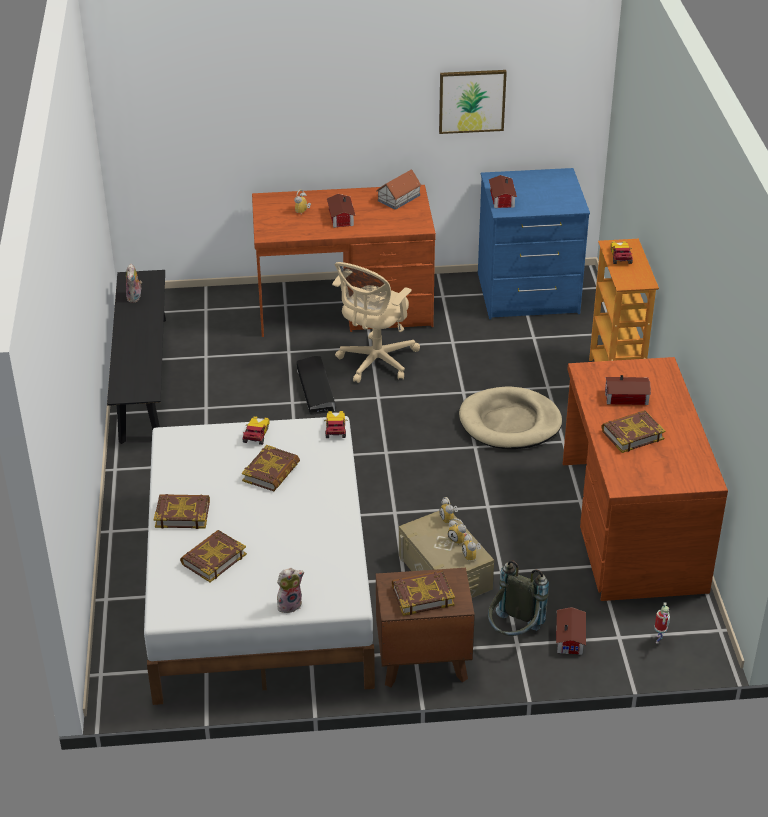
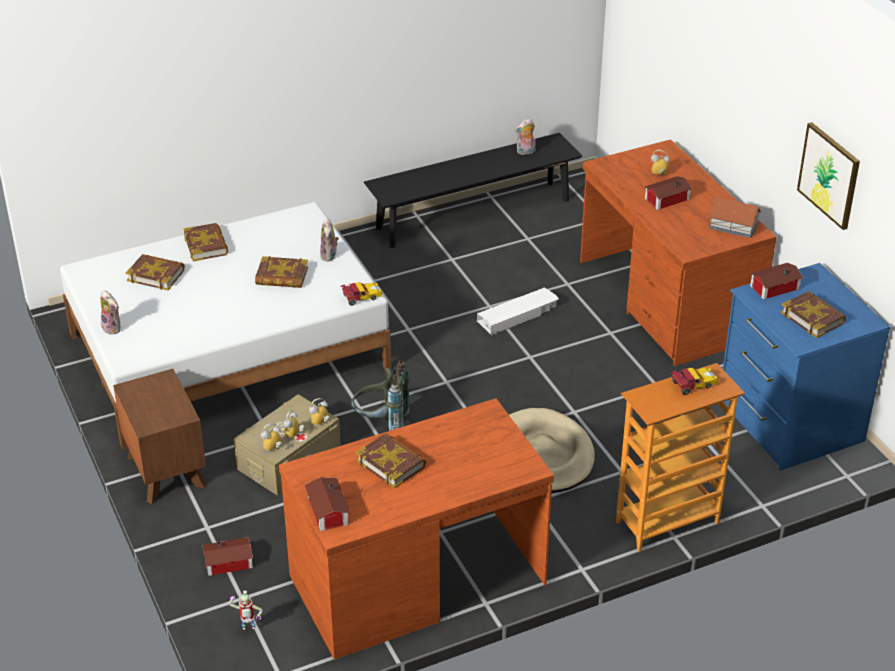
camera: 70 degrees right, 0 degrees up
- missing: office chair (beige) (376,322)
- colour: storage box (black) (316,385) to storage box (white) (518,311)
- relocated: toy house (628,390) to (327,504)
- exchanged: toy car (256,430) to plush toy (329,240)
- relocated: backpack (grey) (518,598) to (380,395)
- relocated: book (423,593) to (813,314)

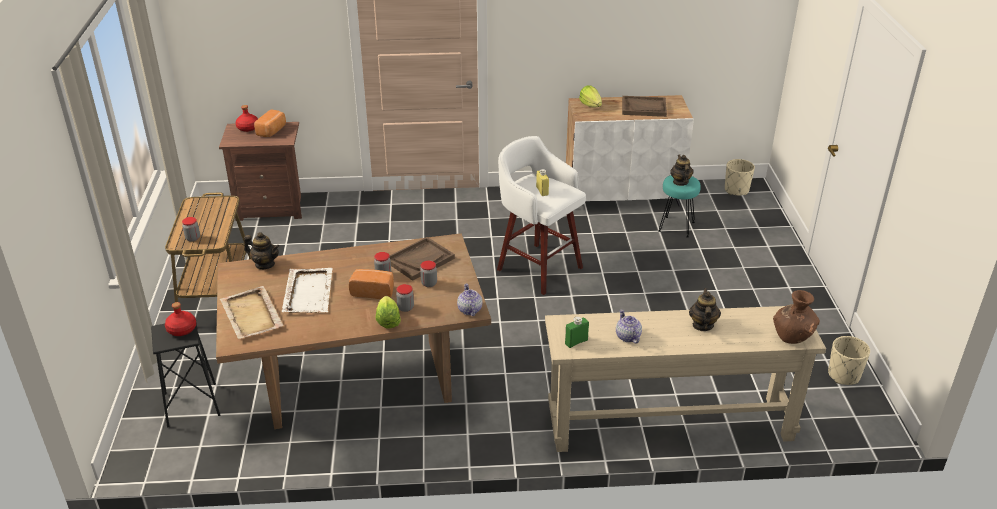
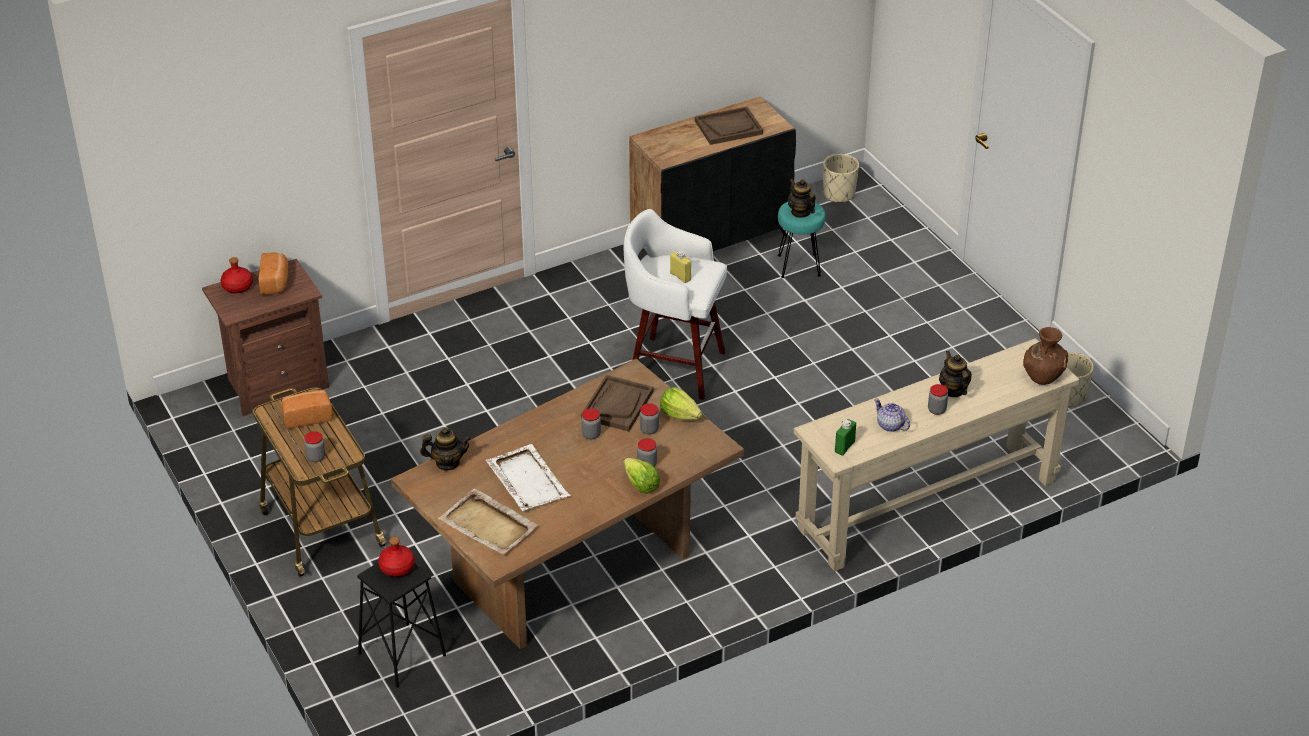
camera: 25 degrees left, 5 degrees up
- relocated: lettuce (590,96) to (681,403)
- colour: cabinet (white) (630,151) to cabinet (black) (712,173)
- relocated: bread (371,284) to (307,409)
- missing: teapot (469,299)
- appeared: jar (938,399)

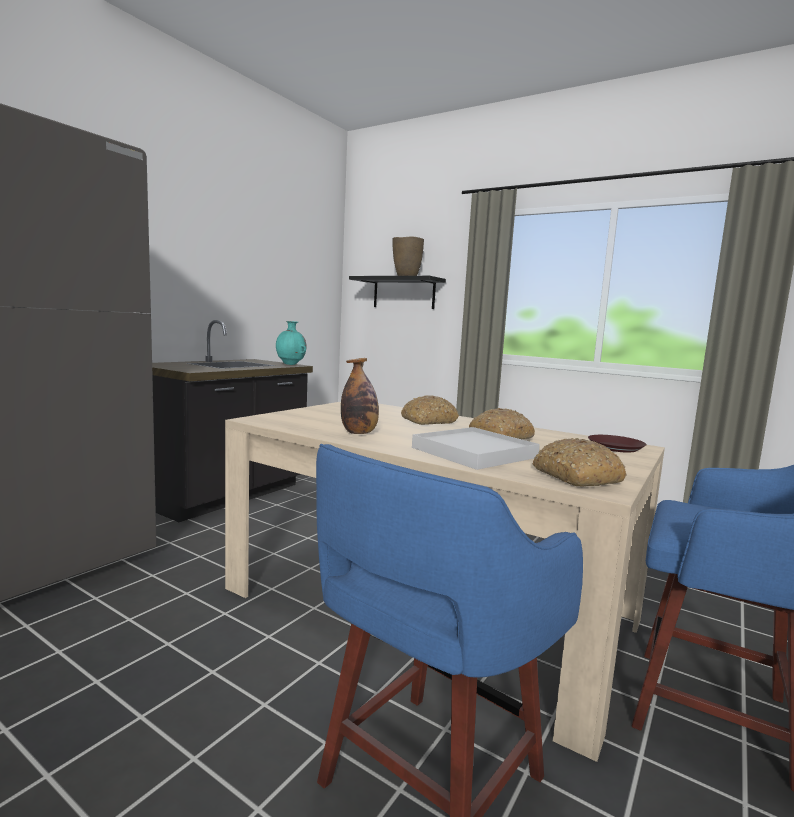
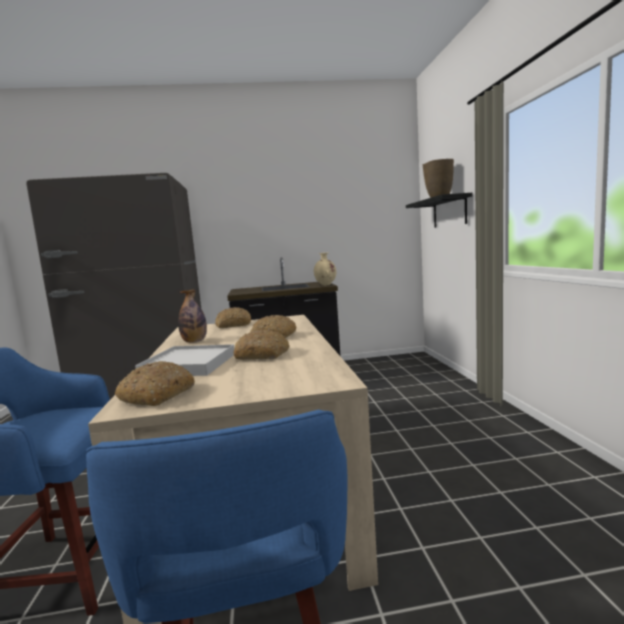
camera: 50 degrees right, 0 degrees up
- colour: vase (turquoise) (291,343) to vase (beige) (325,269)
- missing: plate (brown) (617,444)
- appeared: bread (233,317)

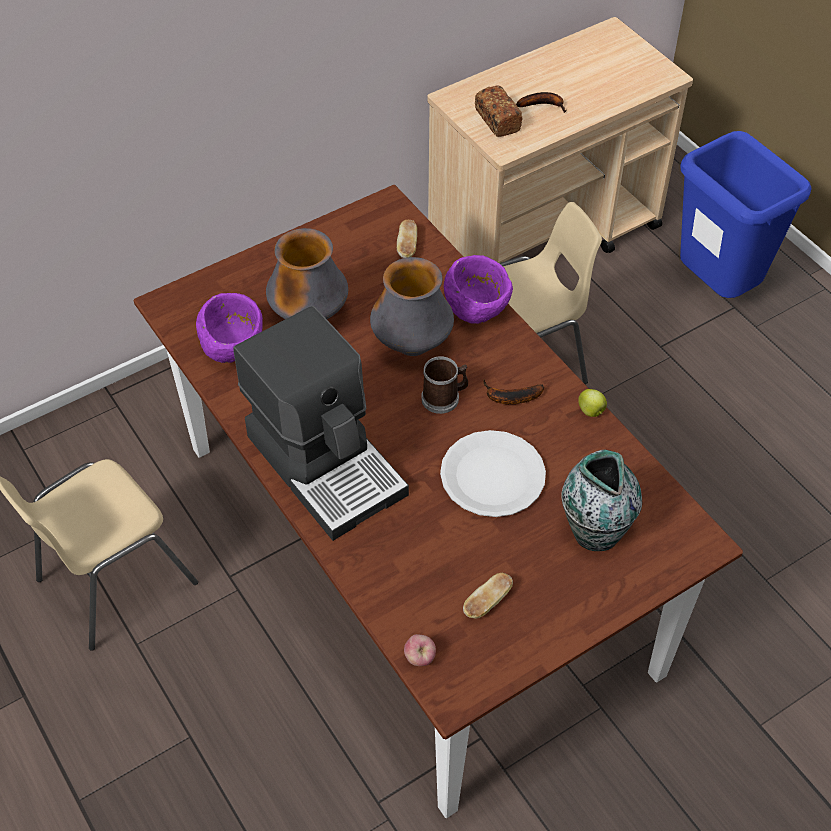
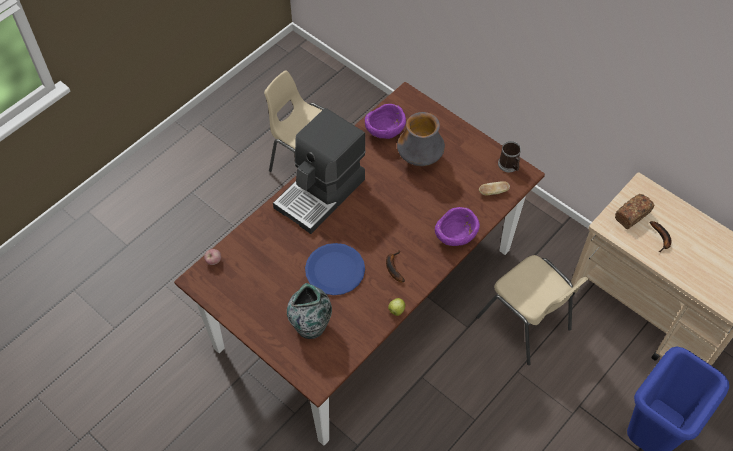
camera: 75 degrees right, 5 degrees up
- missing: vase (412,306)
- relocated: mug (444,385) to (509,156)
- colour: plate (white) (493,473) to plate (blue) (335,269)
- missing: bread (488,596)

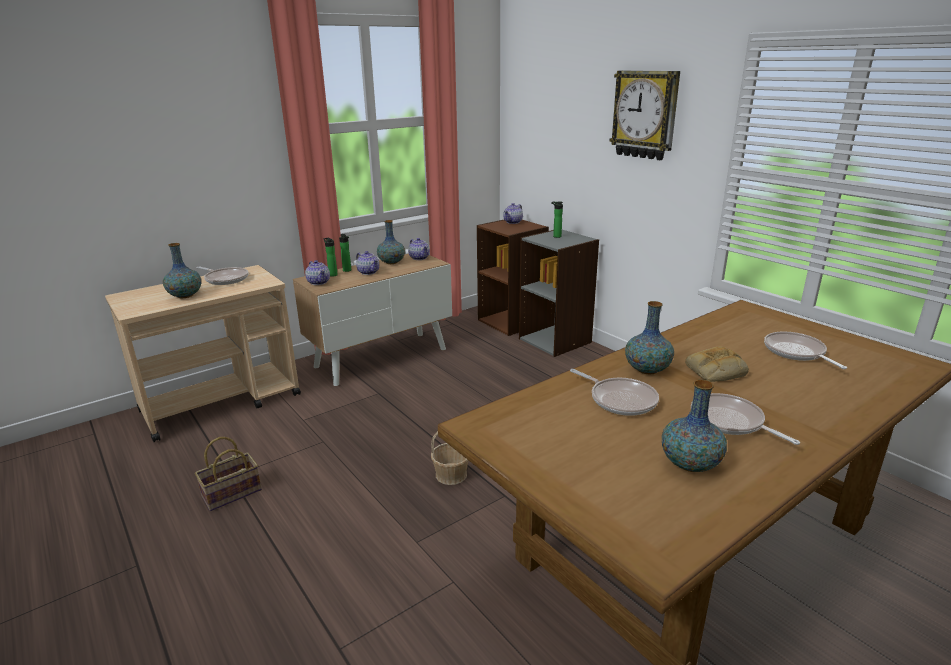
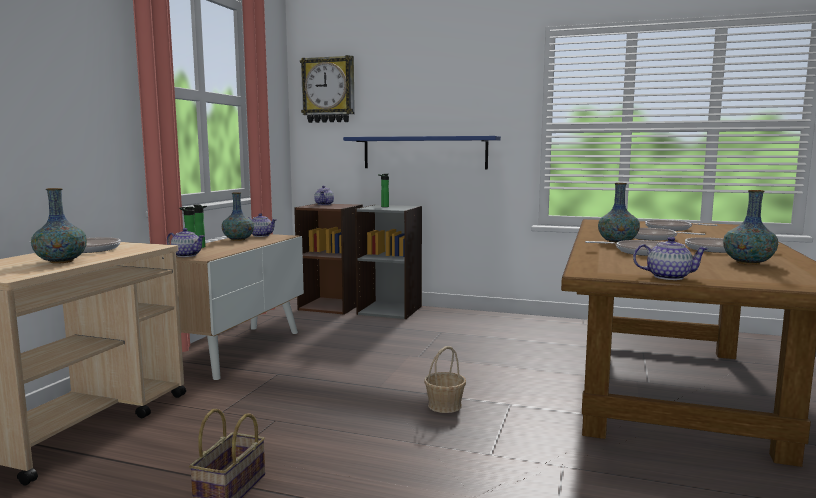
camera: 35 degrees left, 15 degrees down
- relocated: wall clock (644,115) to (327,89)
- relocated: teapot (367,263) to (671,258)
- exchanged: bread (717,364) to frying pan (670,234)
- appeared: shelf (blue) (422,152)

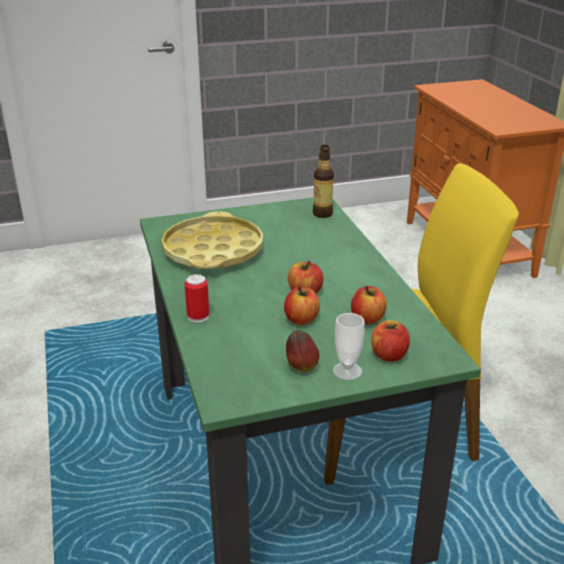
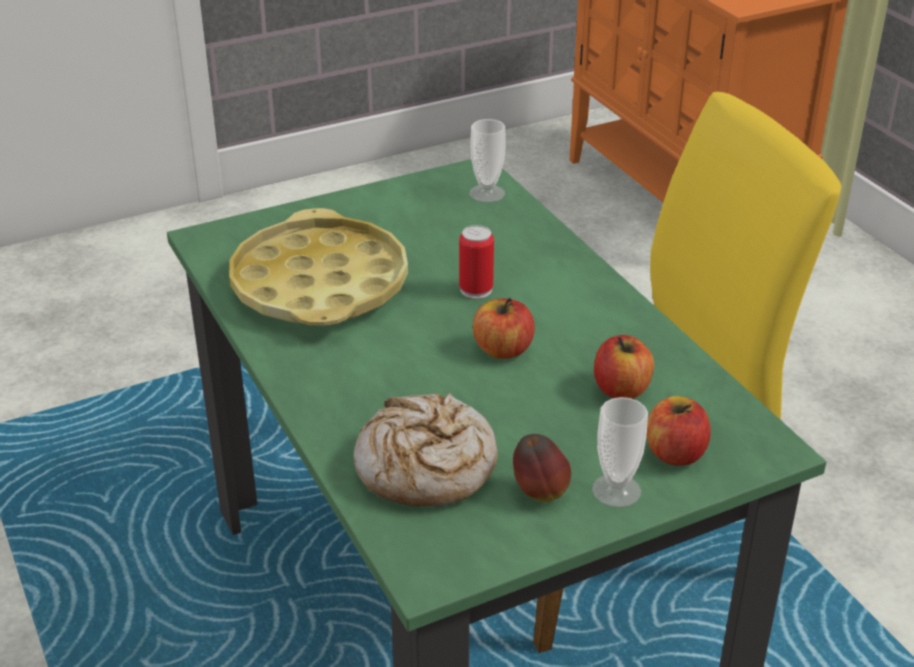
camera: 10 degrees left, 5 degrees up
- exchanged: bottle (323,181) to cup (488,161)
- relocated: can (197,298) to (476,262)
- missing: apple (302,305)
- appeared: bread (425,450)

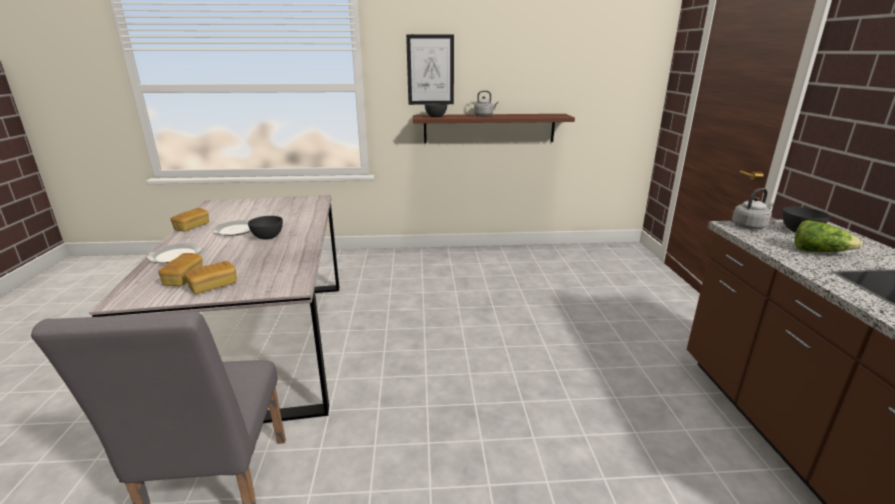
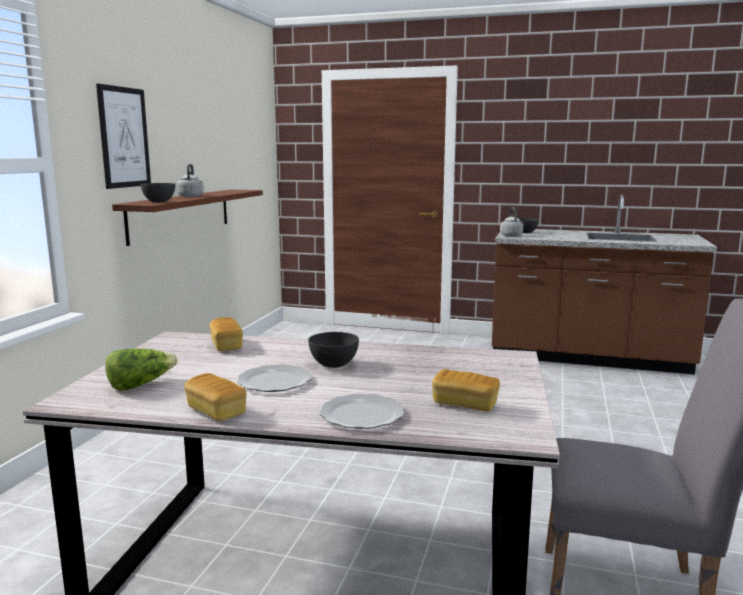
camera: 70 degrees left, 10 degrees down
- relocated: lettuce (828,236) to (142,369)
- relocated: bread (211,277) to (226,334)

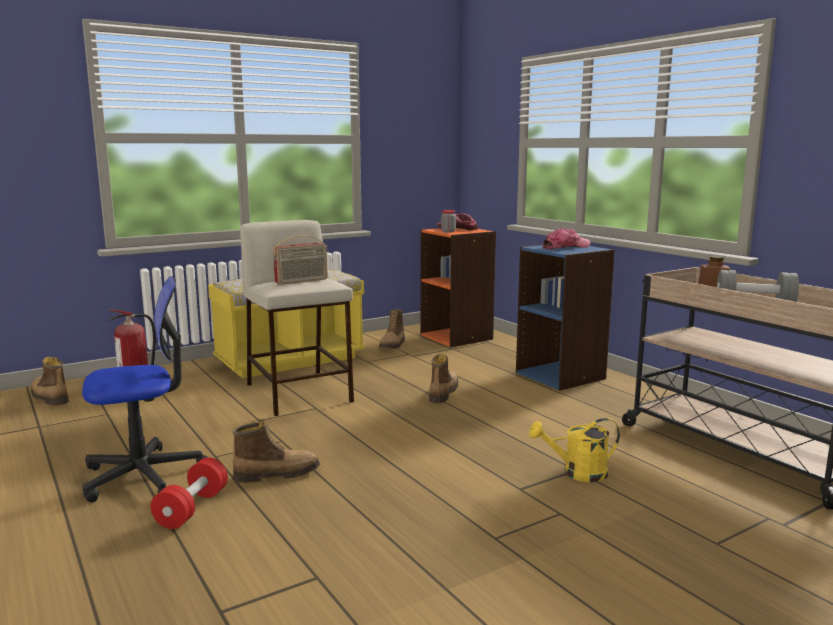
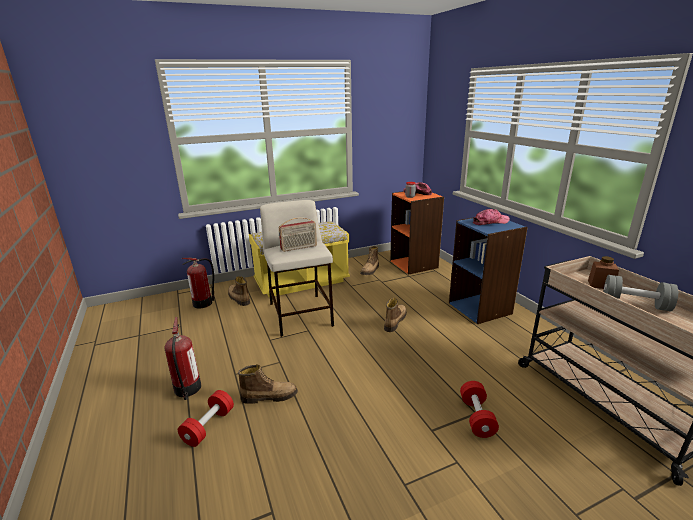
camera: 10 degrees right, 10 degrees up
- exchanged: office chair (144,389) to fire extinguisher (183,358)
- relocated: boot (50,381) to (239,291)
- exchanged: watering can (yellow) (574,450) to dumbbell (red) (479,409)

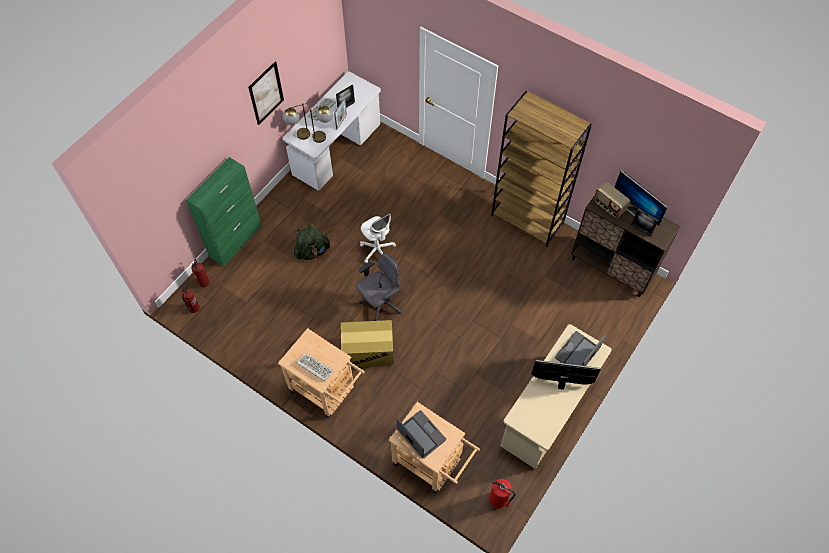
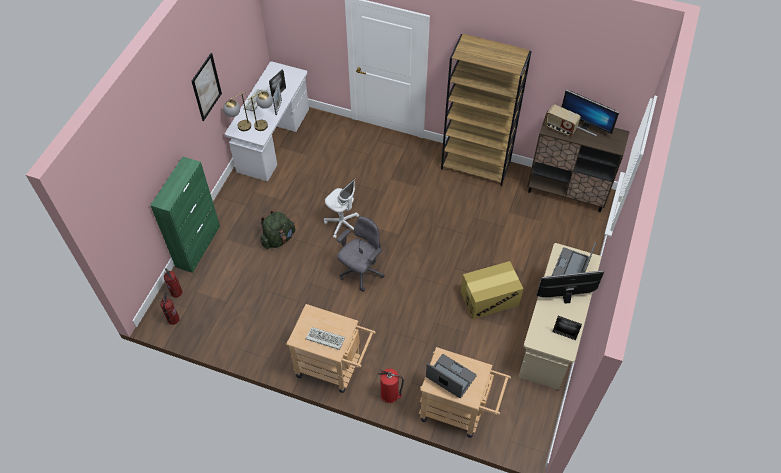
camera: 15 degrees left, 5 degrees down
- relocated: picture frame (645,222) to (567,328)
- relocated: cardboard box (367,343) to (492,290)
- relocated: fire extinguisher (502,494) to (391,386)

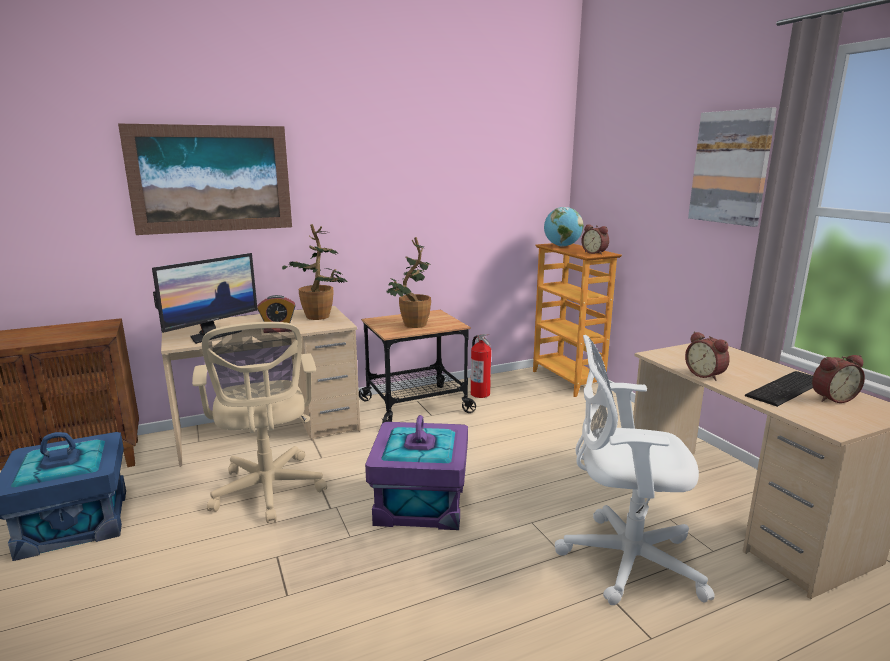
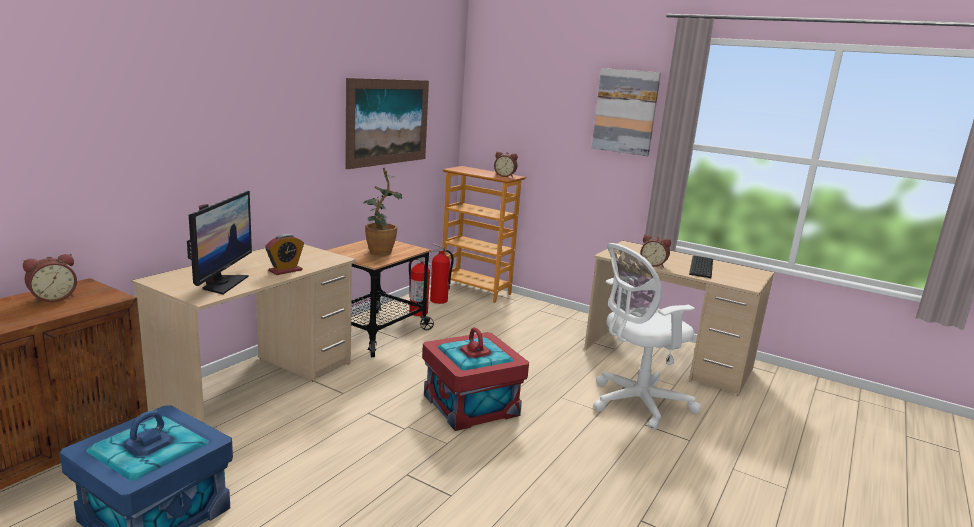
camera: 35 degrees left, 0 degrees up
- relocated: picture (205,179) to (387,123)
- missing: globe (563,227)
- missing: potted plant (314,272)
- missing: office chair (beige) (259,422)
- relocated: alarm clock (838,379) to (50,278)
- colour: storage box (purple) (416,472) to storage box (red) (475,379)
- appeared: fire extinguisher (442,273)

